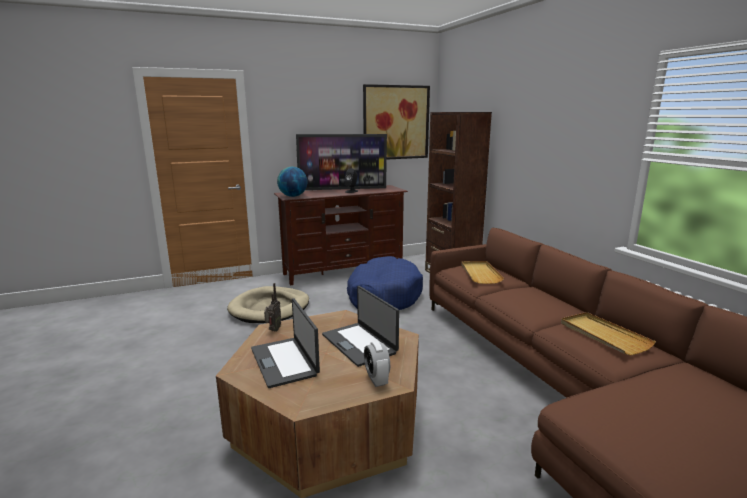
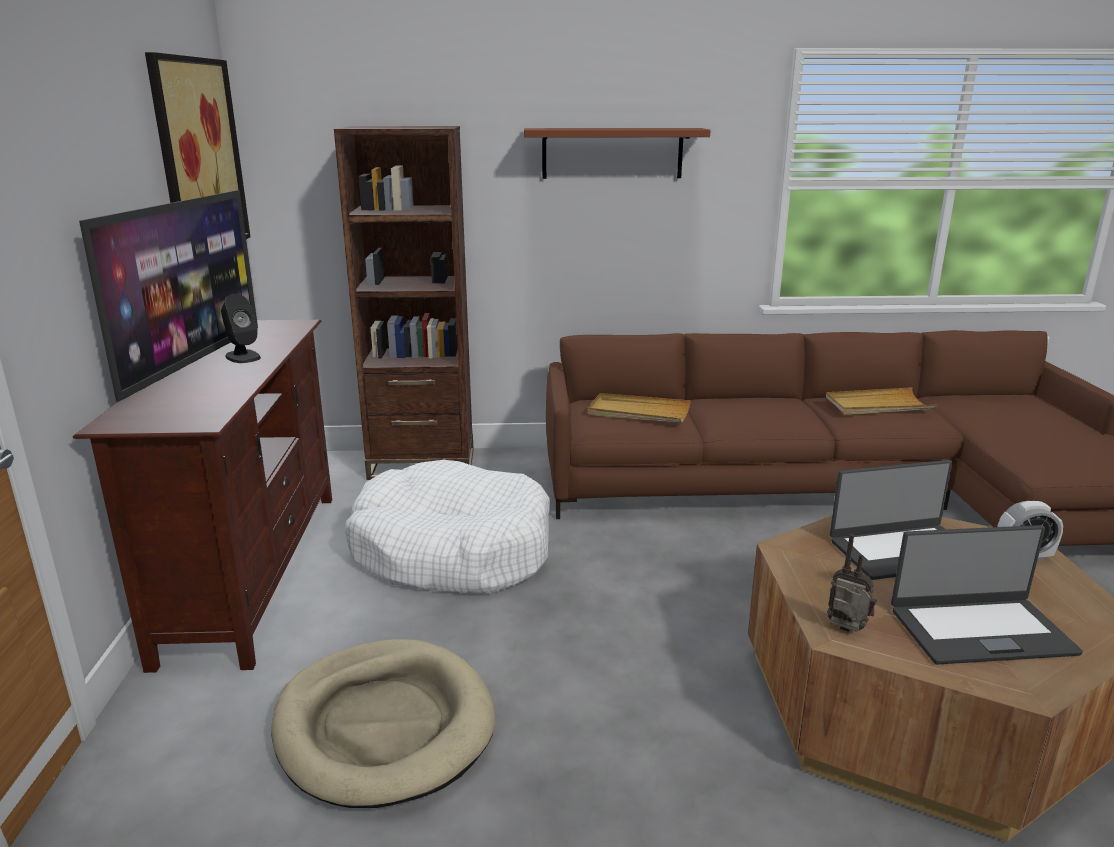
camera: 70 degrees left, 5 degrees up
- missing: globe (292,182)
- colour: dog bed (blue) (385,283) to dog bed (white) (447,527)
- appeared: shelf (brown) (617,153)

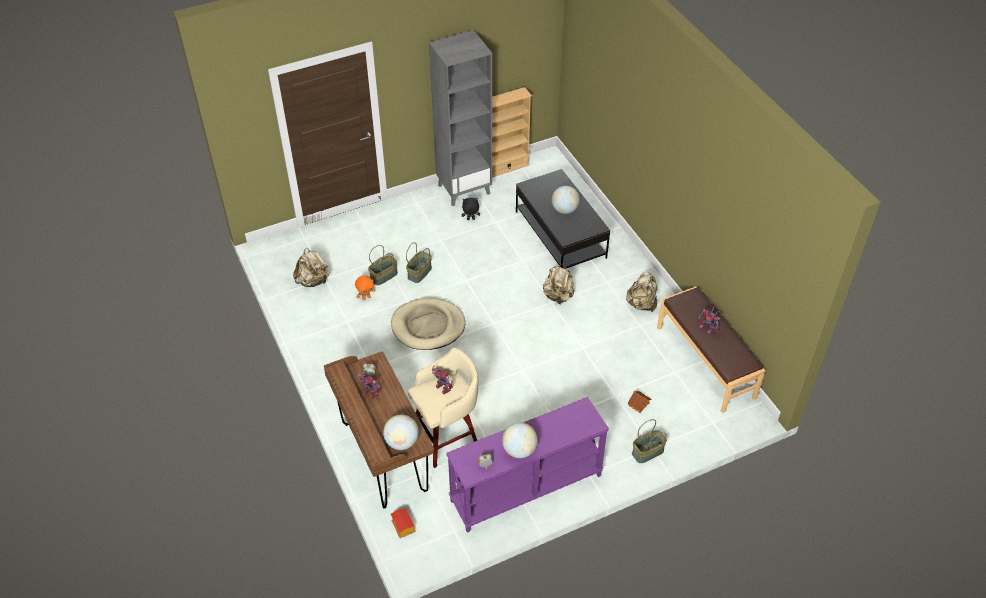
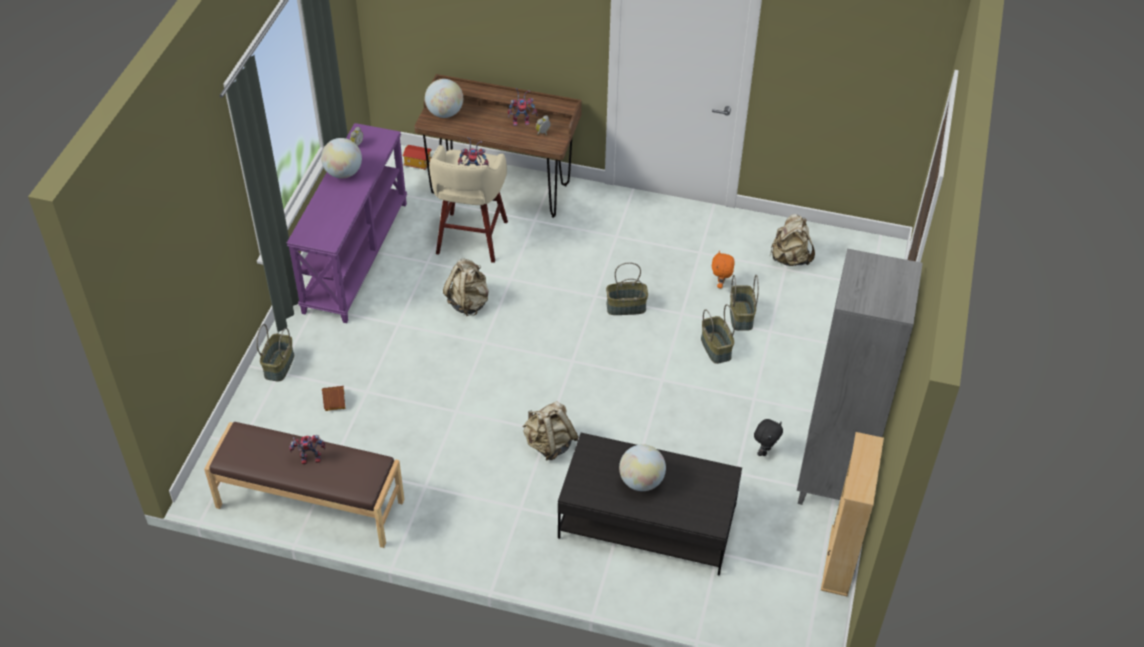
camera: 130 degrees right, 0 degrees up
- relocated: backpack (beige) (641,292) to (466,287)
- exchanged: dog bed (beige) (428,324) to basket (627,288)

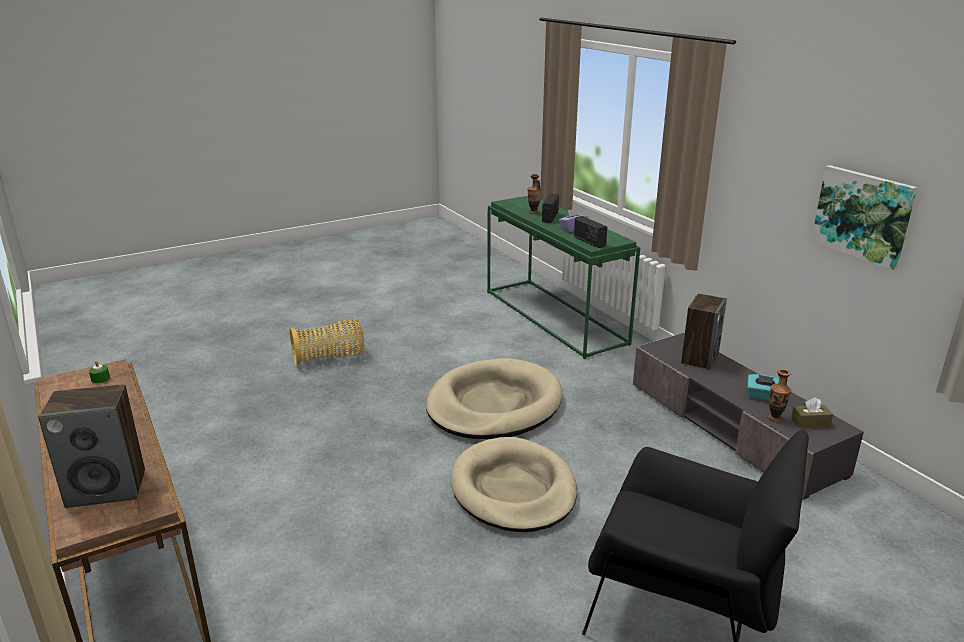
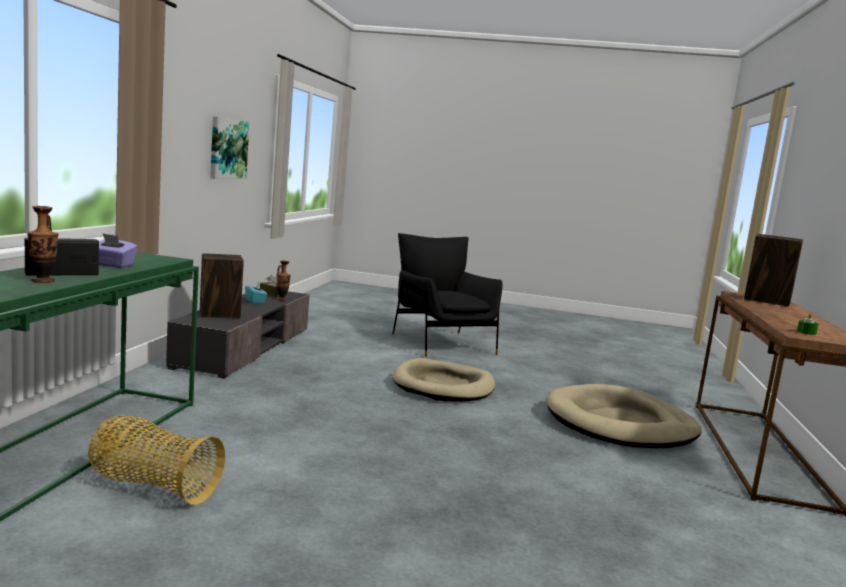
camera: 140 degrees left, 15 degrees down
- missing: radio (590,232)
- relocated: basket (327,342) to (156,460)
- relocated: dog bed (beige) (494,398) to (624,416)

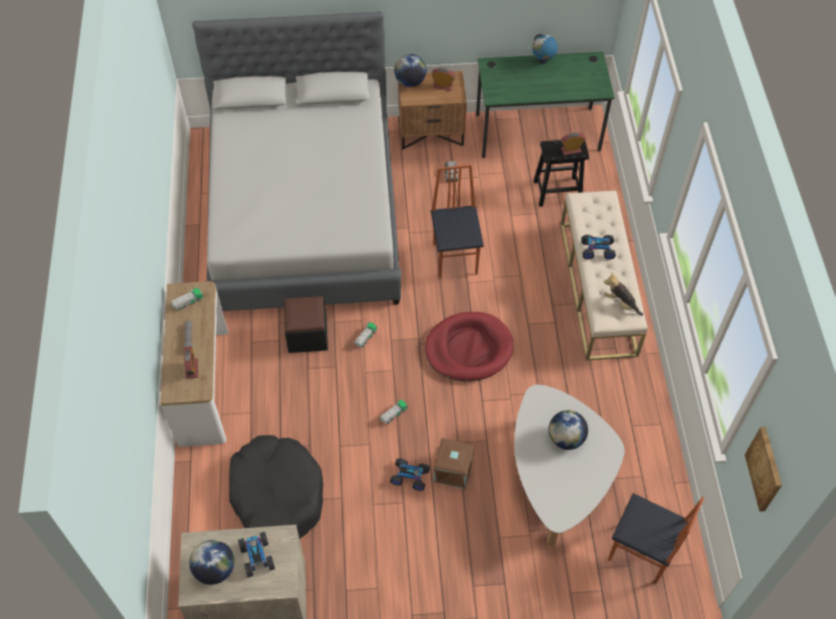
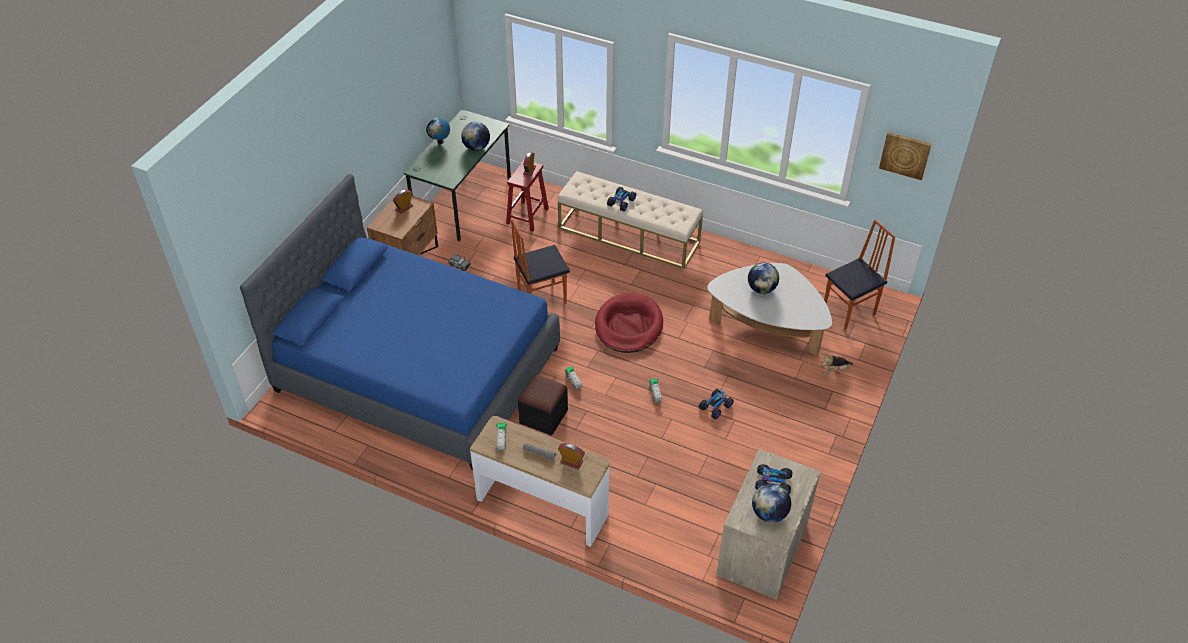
camera: 60 degrees left, 10 degrees down
- colour: bed (grey) (296,161) to bed (blue) (400,322)
- relocated: globe (410,70) to (475,136)
- colour: stool (black) (561,173) to stool (red) (527,196)
- spun: chair (457,222) = (540,262) 45 degrees counterclockwise
- relocated: plush toy (623,294) to (836,364)
- missing: dog bed (black) (276,487)
- missing: storage box (brown) (453,463)

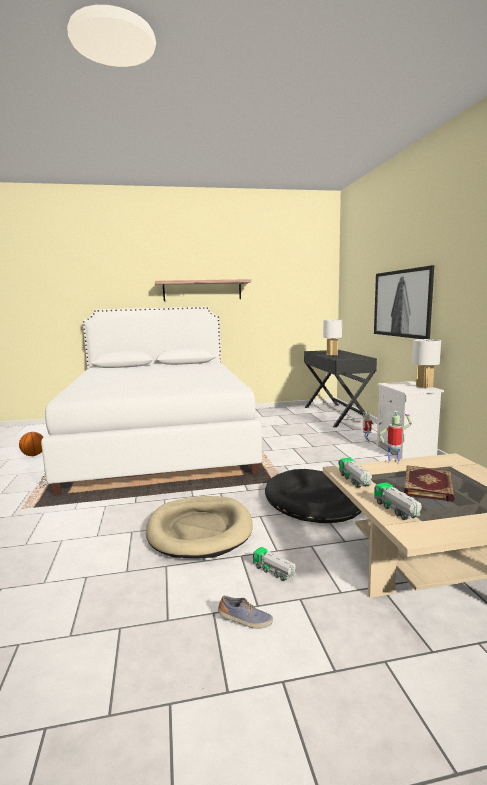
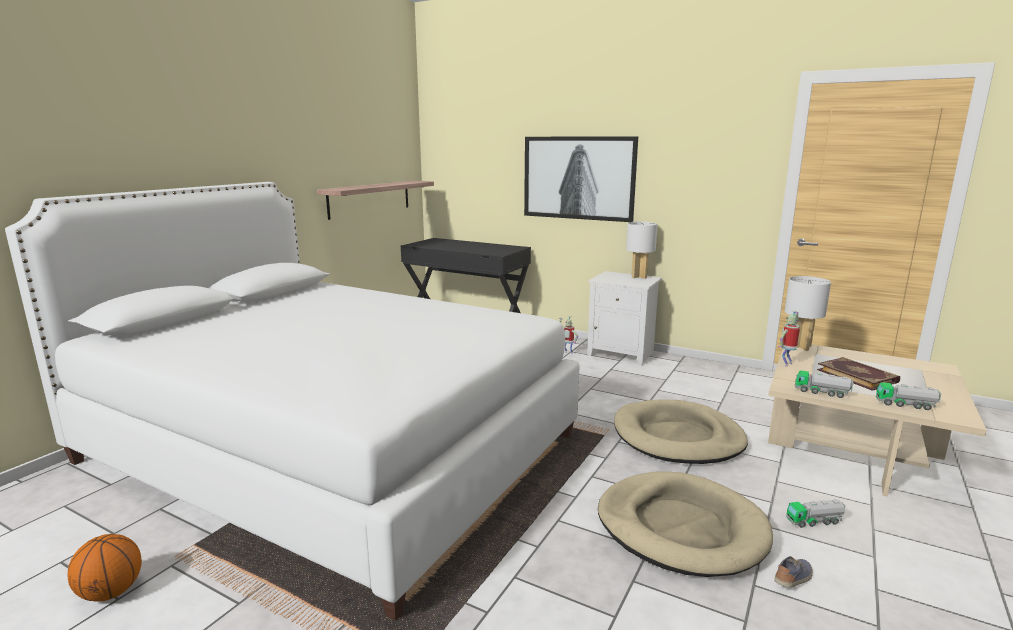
camera: 50 degrees left, 5 degrees up
- relocated: shelf (203,290) to (375,200)
- relocated: table lamp (white) (332,338) to (808,313)
- colour: dog bed (black) (313,496) to dog bed (beige) (681,431)
- relocated: shoe (245,612) to (793,572)

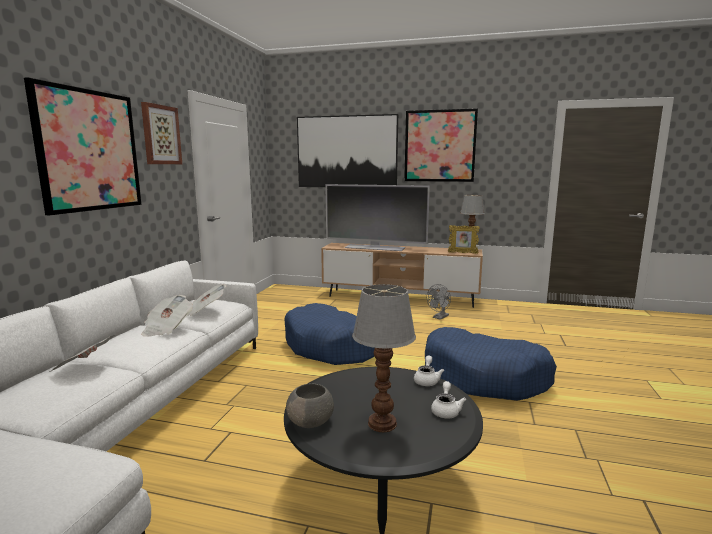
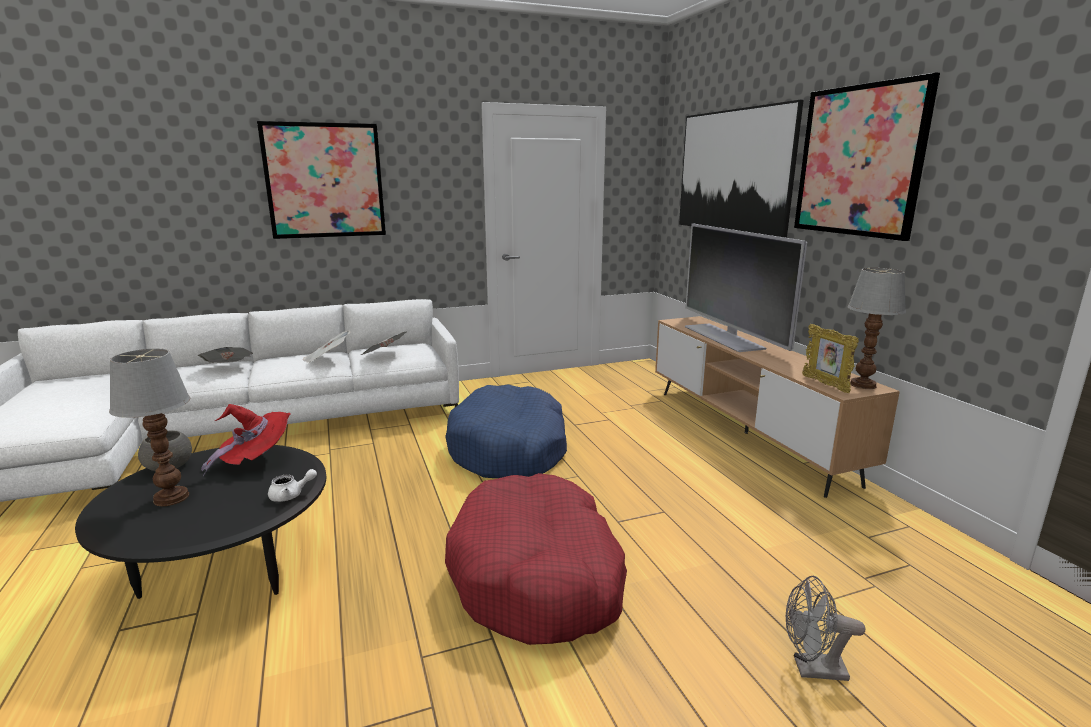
camera: 55 degrees right, 5 degrees up
- missing: picture (161,133)
- relocated: fan (grey) (439,302) to (825,628)
- colour: dog bed (blue) (491,364) to dog bed (red) (536,559)
- missing: teapot (white) (449,399)
- appeared: hat (red) (246,440)

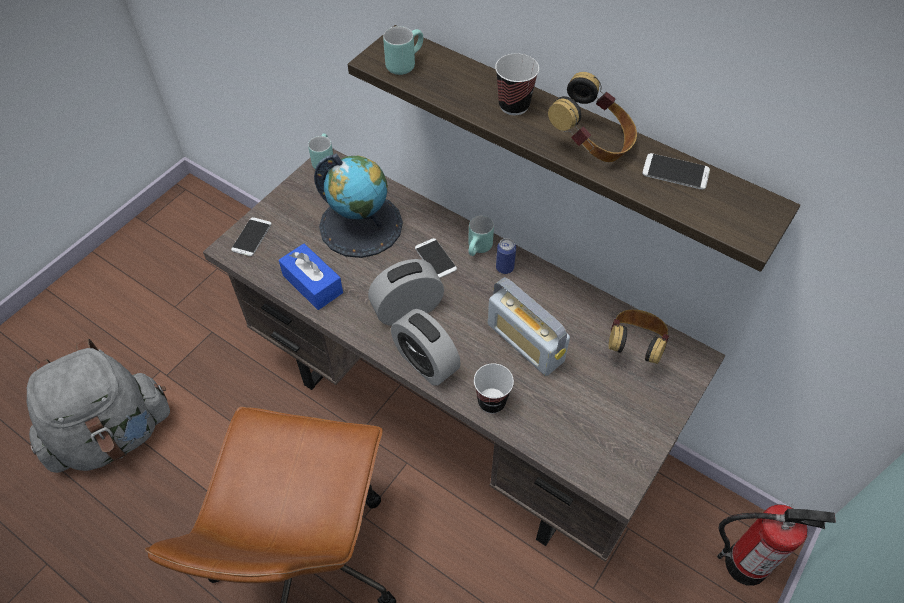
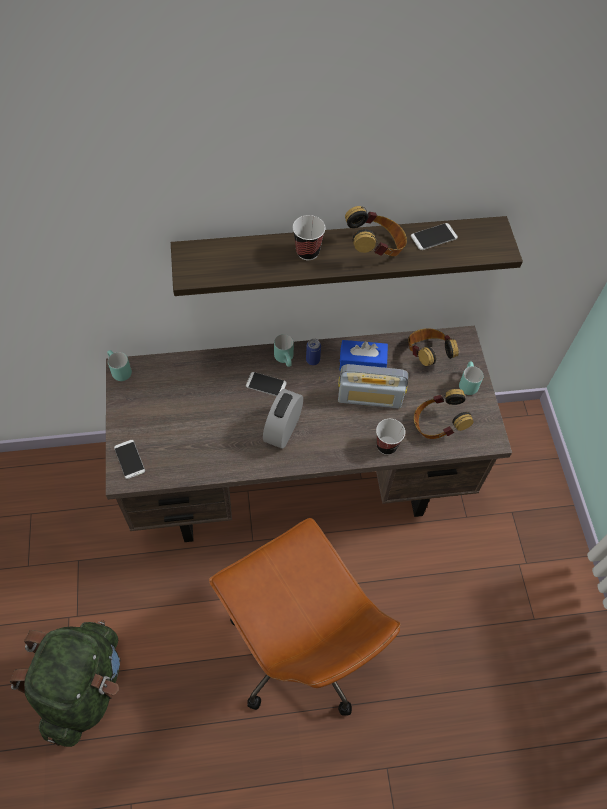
camera: 45 degrees left, 5 degrees up
- relocated: mug (turquoise) (403,50) to (471,378)
- missing: globe (358,206)
- relocated: tissue box (blue) (311,276) to (364,355)
- missing: alarm clock (426,347)
- colour: backpack (grey) (98,406) to backpack (green) (65,683)
- missing: fire extinguisher (776,545)
- appeared: headphones (444,414)

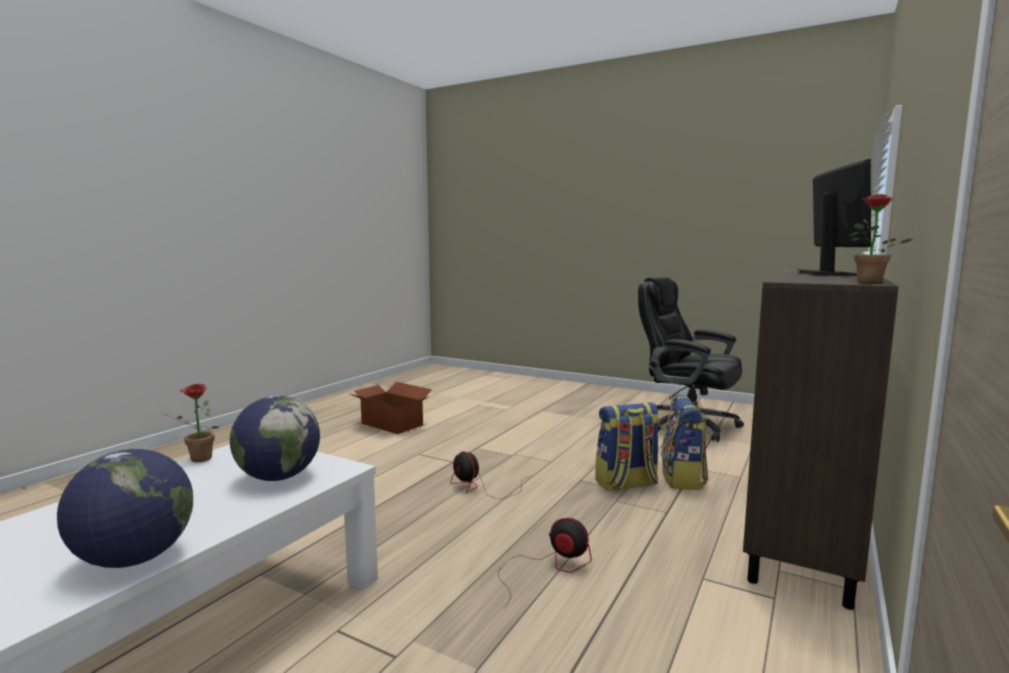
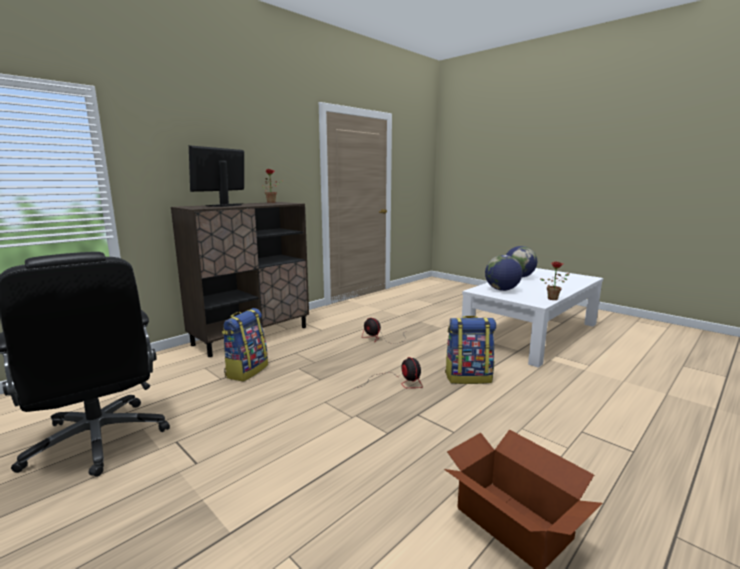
camera: 165 degrees left, 5 degrees up
- relocated: backpack (628,446) to (470,350)

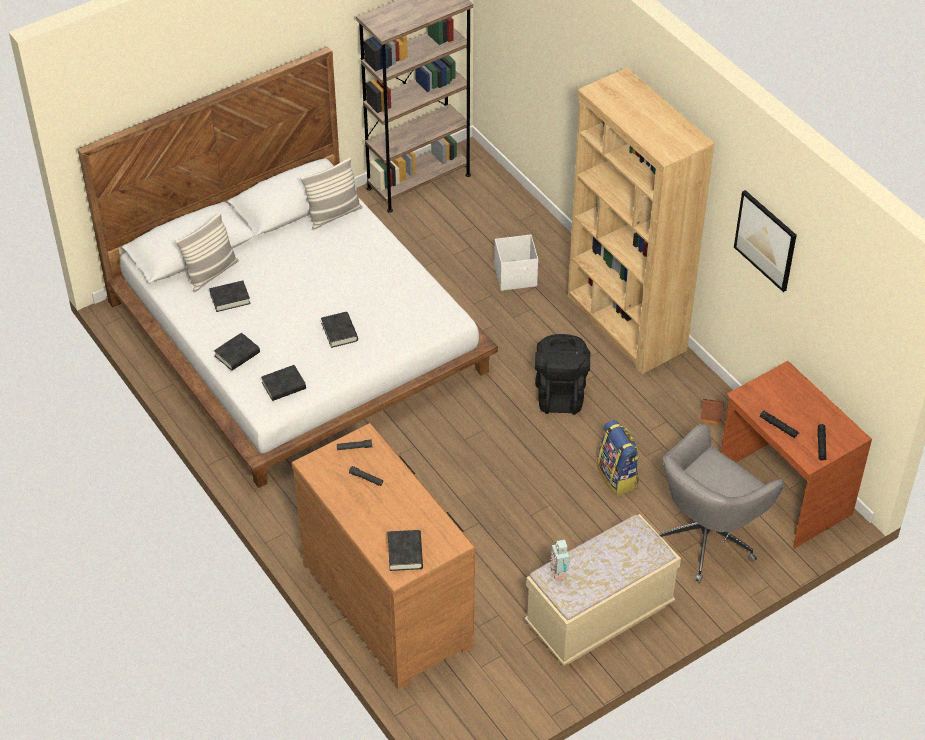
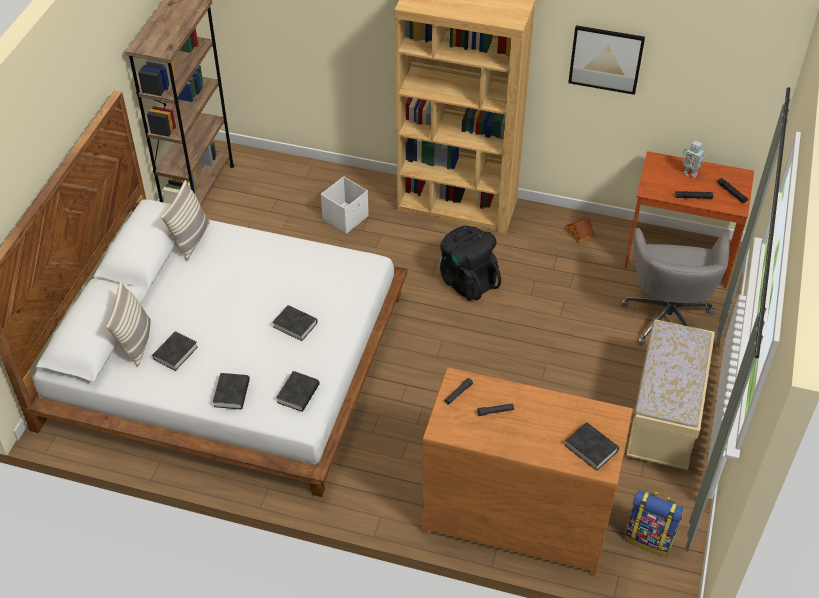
camera: 40 degrees left, 0 degrees up
- relocated: backpack (618,458) to (653,523)
- relocated: toy robot (560,560) to (693,160)

